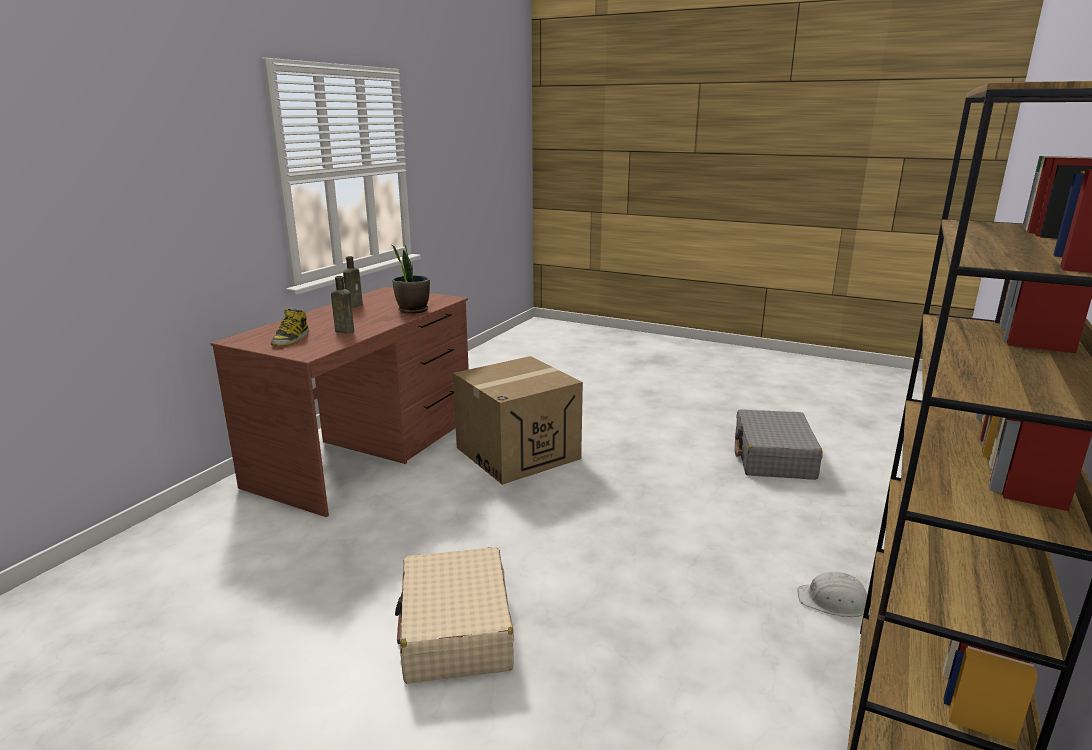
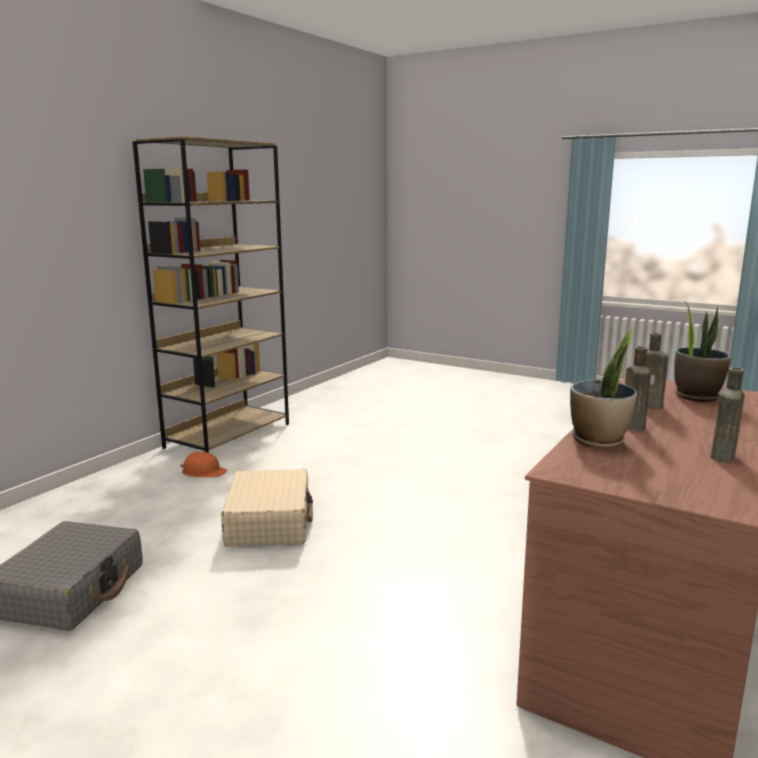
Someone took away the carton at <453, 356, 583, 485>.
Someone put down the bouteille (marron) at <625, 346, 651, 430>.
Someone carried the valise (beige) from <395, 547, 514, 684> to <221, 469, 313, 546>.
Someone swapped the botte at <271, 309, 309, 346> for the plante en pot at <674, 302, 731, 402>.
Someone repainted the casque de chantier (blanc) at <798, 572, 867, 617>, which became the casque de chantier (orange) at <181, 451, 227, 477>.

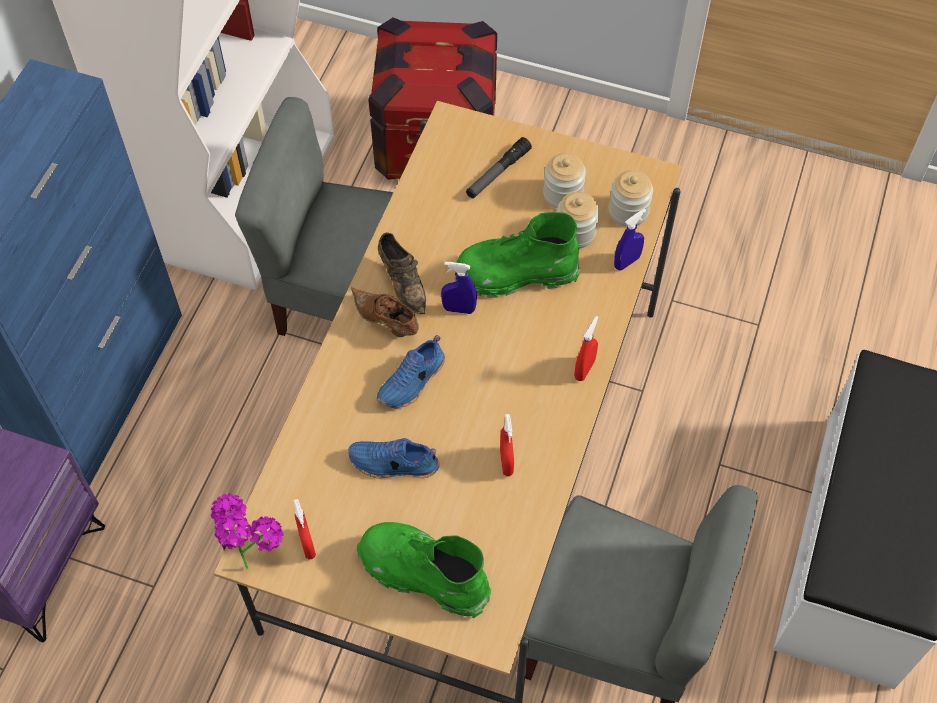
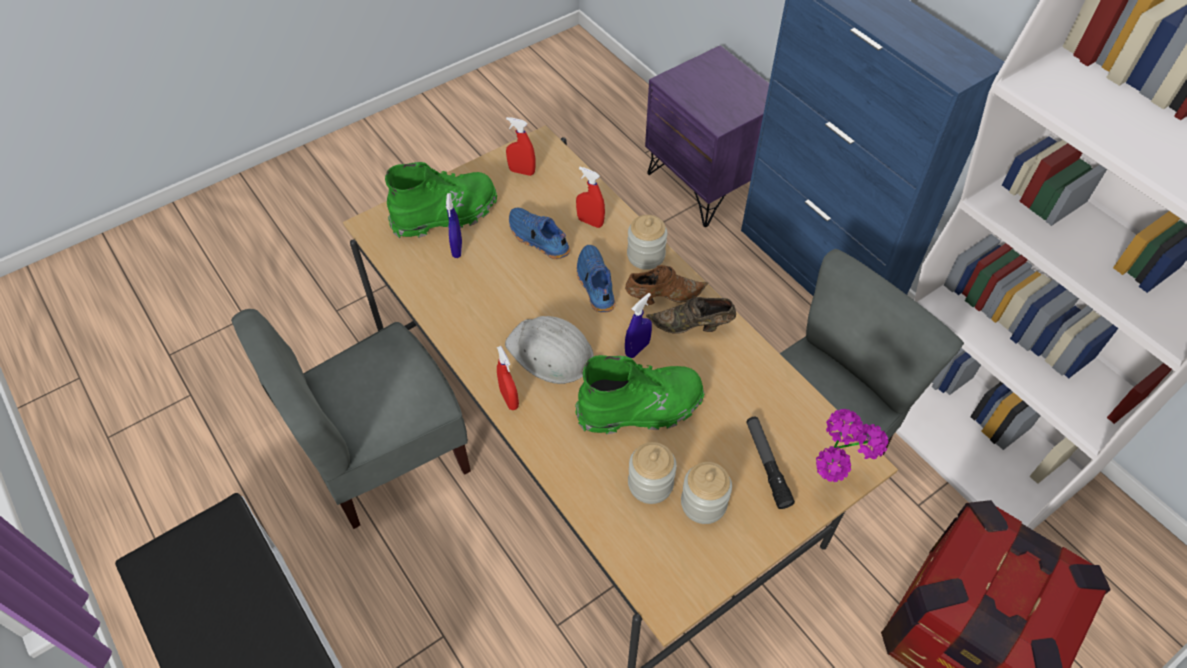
Someone put down the casque de chantier (blanc) at <505, 316, 594, 384>.
Someone carried the plante en pot from <211, 493, 284, 569> to <816, 409, 888, 482>.
Someone carried the vaporisateur (rouge) from <500, 414, 514, 476> to <576, 167, 605, 228>.
Someone carried the bocal from <609, 170, 653, 227> to <627, 215, 668, 270>.
Someone carried the vaporisateur (bleu) from <614, 209, 646, 270> to <446, 193, 462, 258>.
Someone rotated the chaussure (bleu) at <348, 438, 440, 478> by 90 degrees counterclockwise.
Someone rotated the botte (vert) at <455, 212, 580, 298> by 45 degrees clockwise.

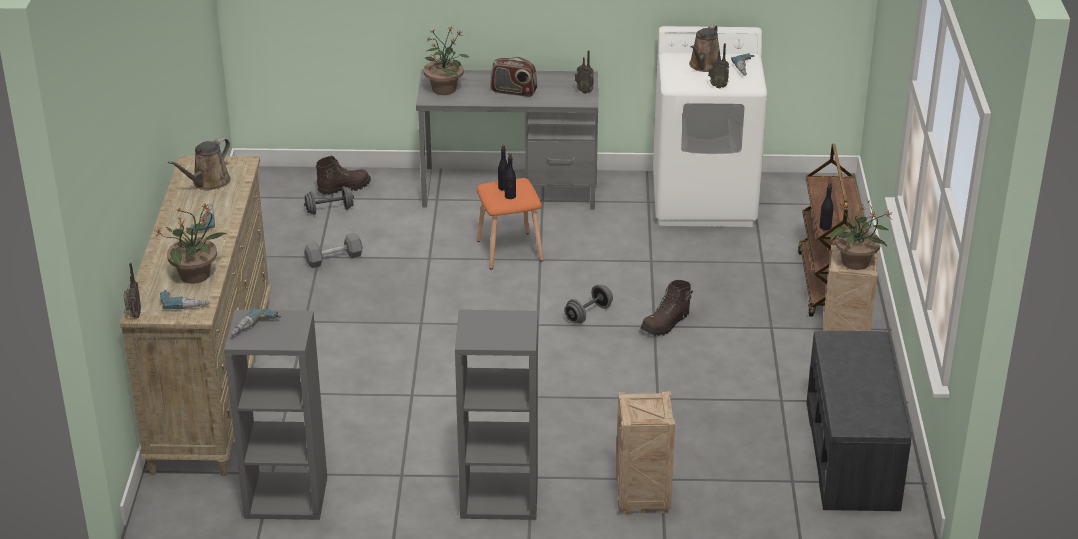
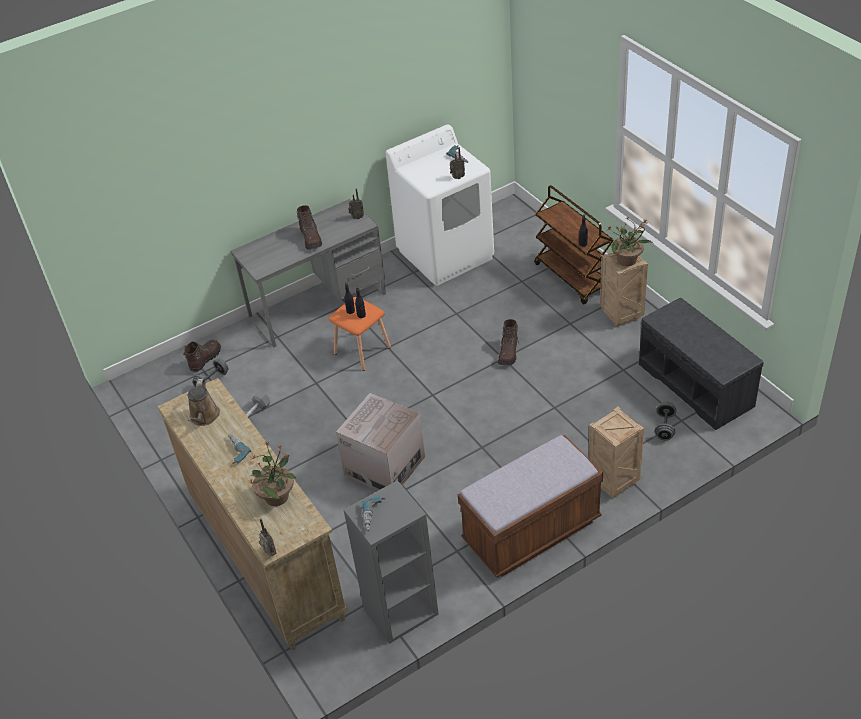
Someone took away the perceuse at <160, 290, 210, 309>.
Someone took away the plante en pot at <424, 25, 469, 95>.
Someone took away the arrosoir (marron) at <689, 25, 721, 72>.
Someone put down the carton at <336, 393, 425, 491>.
Someone carried the haltère (gris) from <564, 285, 613, 323> to <655, 401, 677, 440>.
Someone swapped the bibliothèque (gris) at <455, 310, 538, 520> for the banc (marron) at <458, 435, 603, 578>.
Someone swapped the radio at <491, 57, 537, 97> for the botte (marron) at <297, 205, 322, 250>.

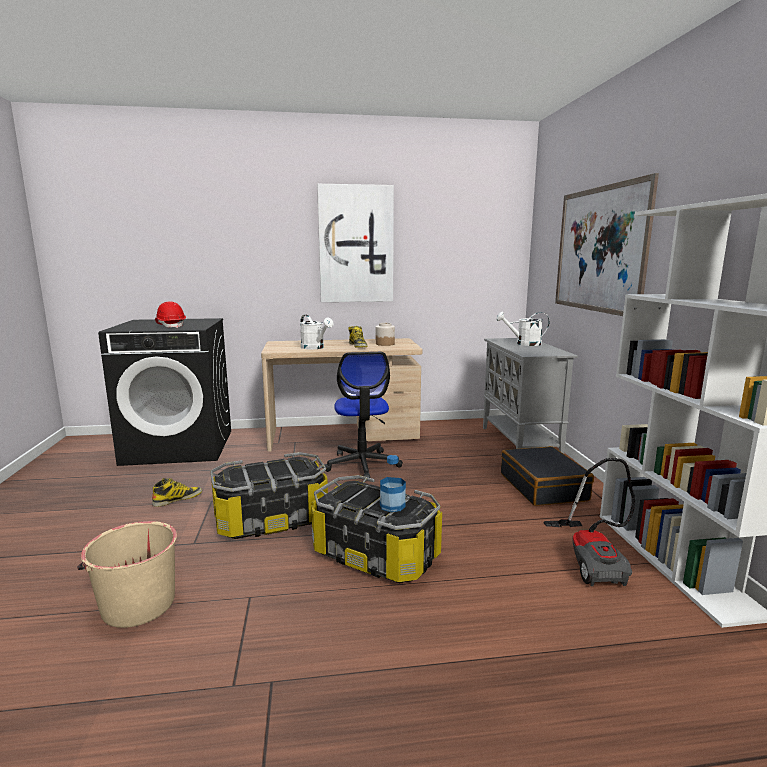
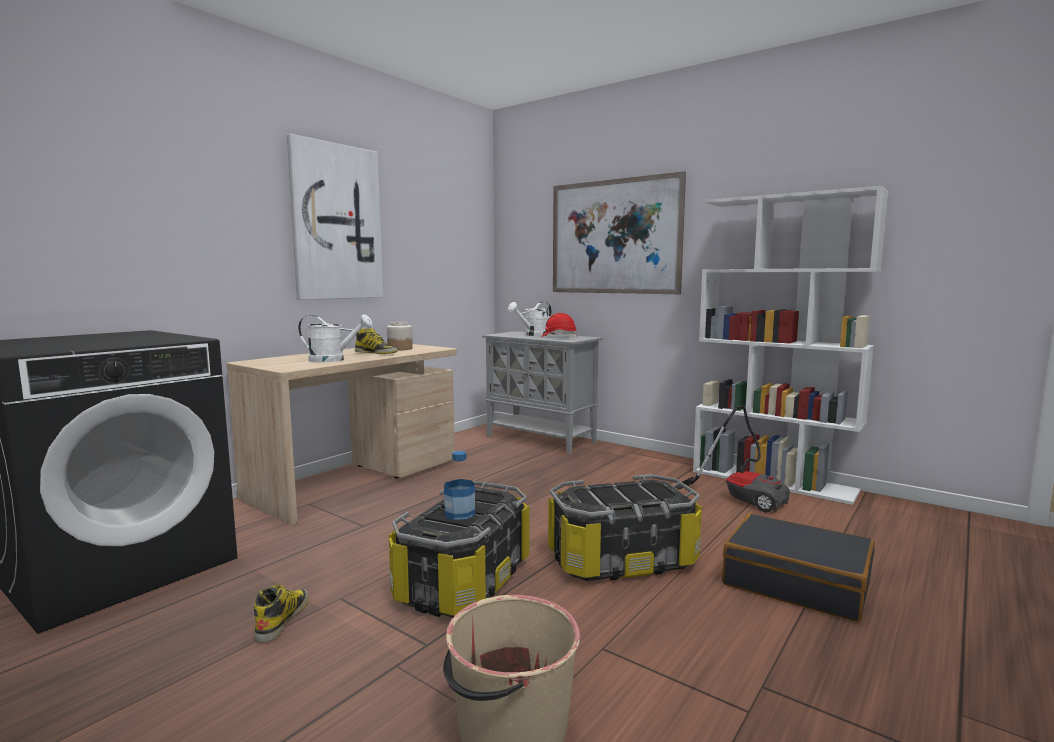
Someone took away the chaise de bureau at <325, 352, 403, 478>.
Someone carried the casque de chantier (rouge) from <155, 301, 186, 328> to <541, 313, 577, 337>.
Someone carried the bouteille from <380, 455, 406, 512> to <444, 451, 475, 521>.
Someone carried the valise (noir) from <501, 446, 594, 506> to <722, 513, 875, 622>.

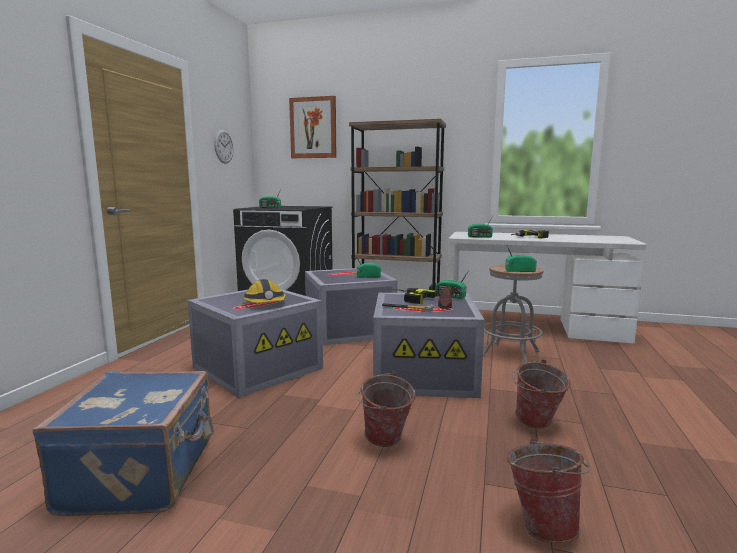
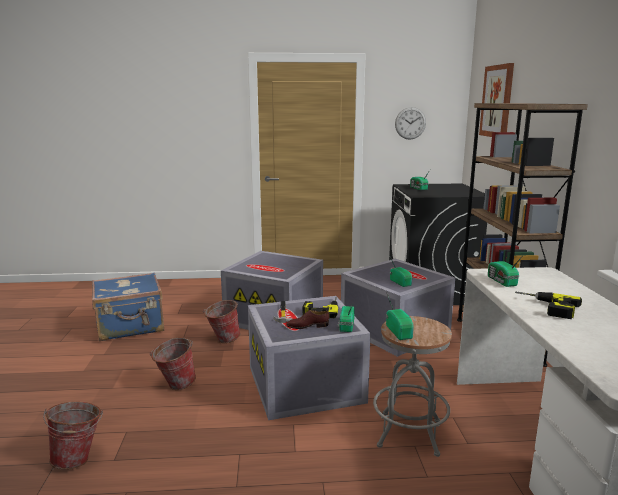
Someone took away the casque de chantier at <242, 279, 286, 303>.
Someone carried the seau from <512, 359, 571, 429> to <203, 300, 240, 343>.

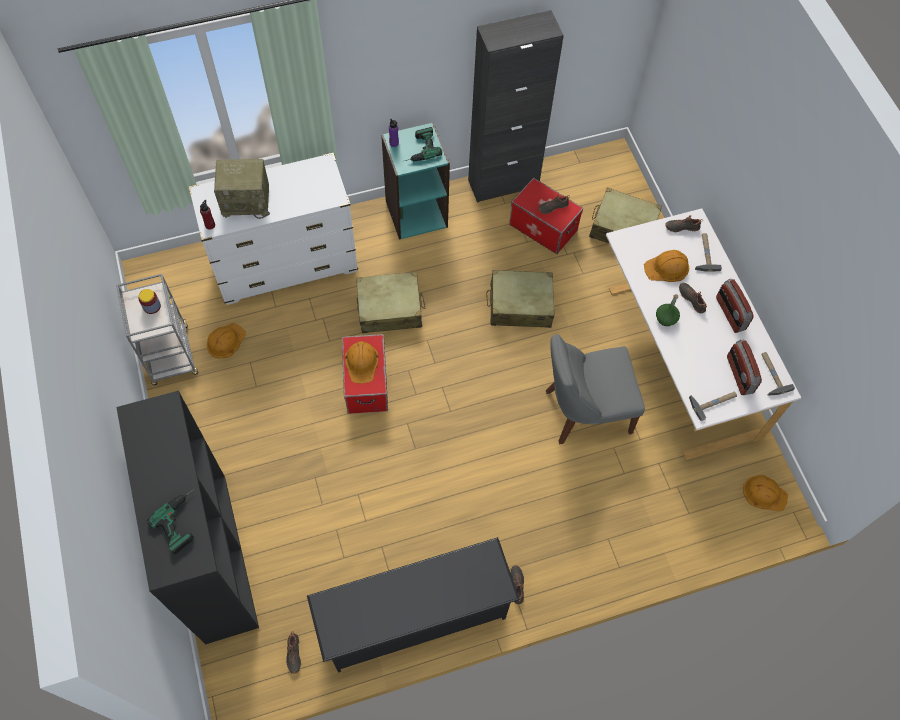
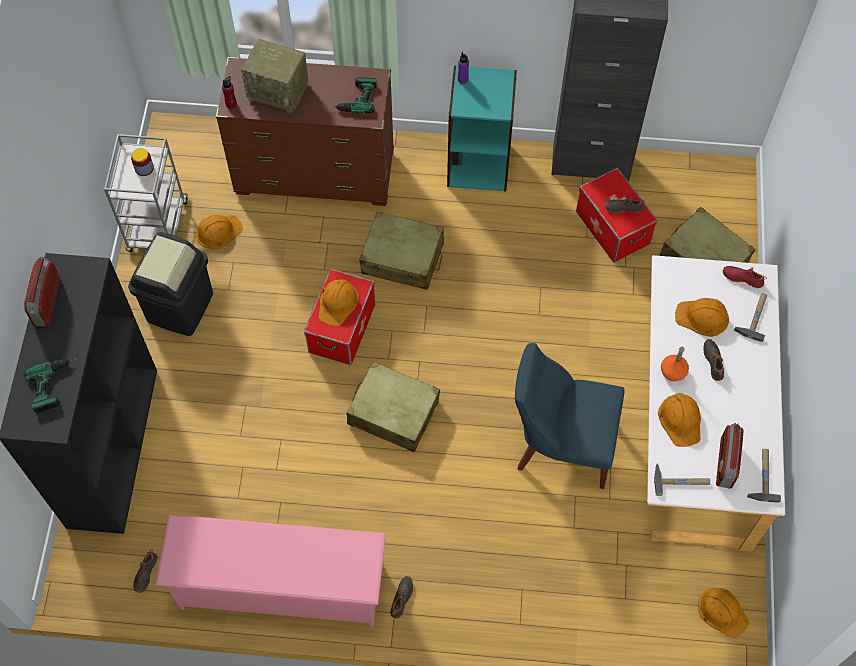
Someone put down the poubelle (noir) at <128, 232, 213, 336>.
Someone put down the casque de chantier (orange) at <658, 394, 701, 447>.
Someone carried the perceuse from <405, 127, 442, 161> to <327, 77, 377, 114>.
Someone carried the valise (beige) from <486, 270, 554, 328> to <346, 361, 440, 452>.
Someone carried the radio from <716, 279, 754, 333> to <24, 257, 60, 327>.
Someone repainted the commode (blanc) at <188, 153, 358, 305>, which became the commode (marron) at <216, 57, 394, 206>.
Someone repainted the étagère à chaussures (noir) at <307, 537, 520, 673>, which became the étagère à chaussures (rose) at <155, 514, 386, 627>.
Someone repainted the chaise (gris) at <546, 334, 645, 444>, which became the chaise (bleu) at <515, 343, 625, 489>.
Someone repainted the bouteille (vert) at <656, 294, 680, 326>, which became the bouteille (orange) at <661, 347, 689, 381>.
Someone repainted the chaussure (noir) at <665, 215, 703, 232>, which became the chaussure (rouge) at <723, 266, 767, 289>.

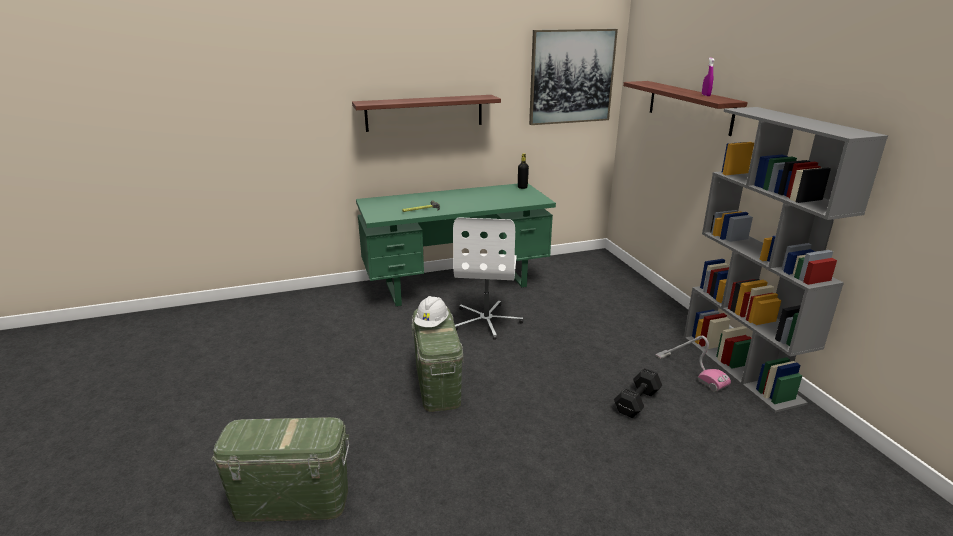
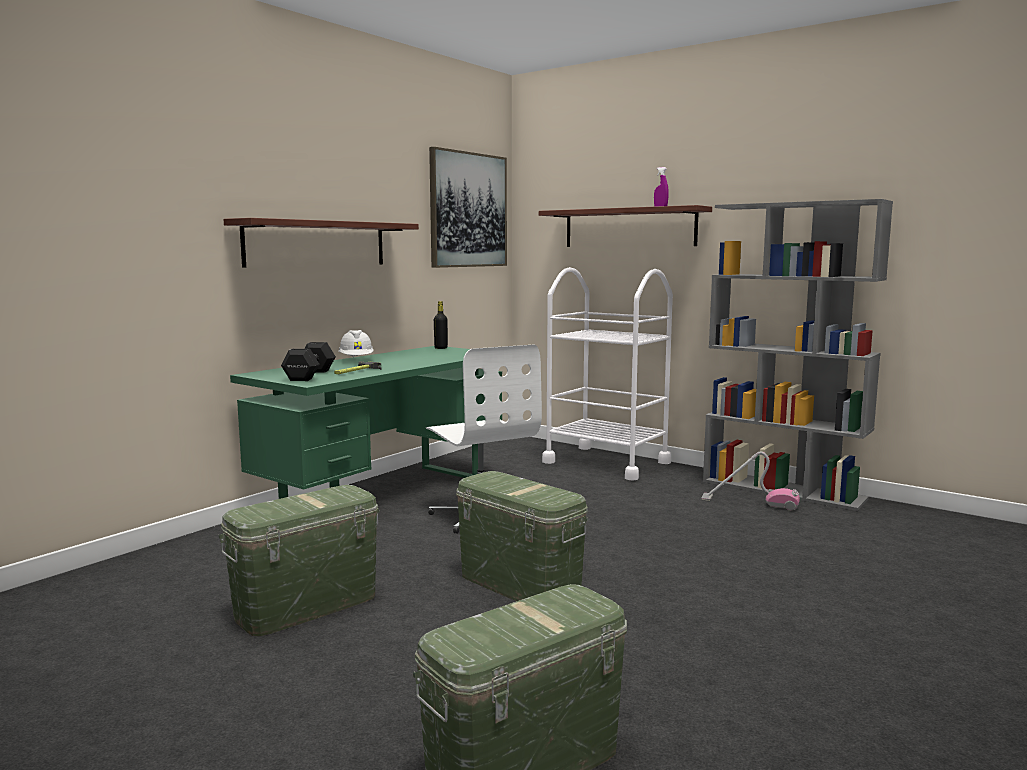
Someone put down the boîte de rangement (vert) at <218, 485, 380, 636>.
Someone put down the chariot (blanc) at <542, 267, 673, 481>.
Someone carried the casque de chantier (blanc) from <414, 296, 449, 327> to <338, 330, 374, 358>.
Someone carried the haltère (noir) from <614, 368, 662, 418> to <281, 342, 336, 381>.

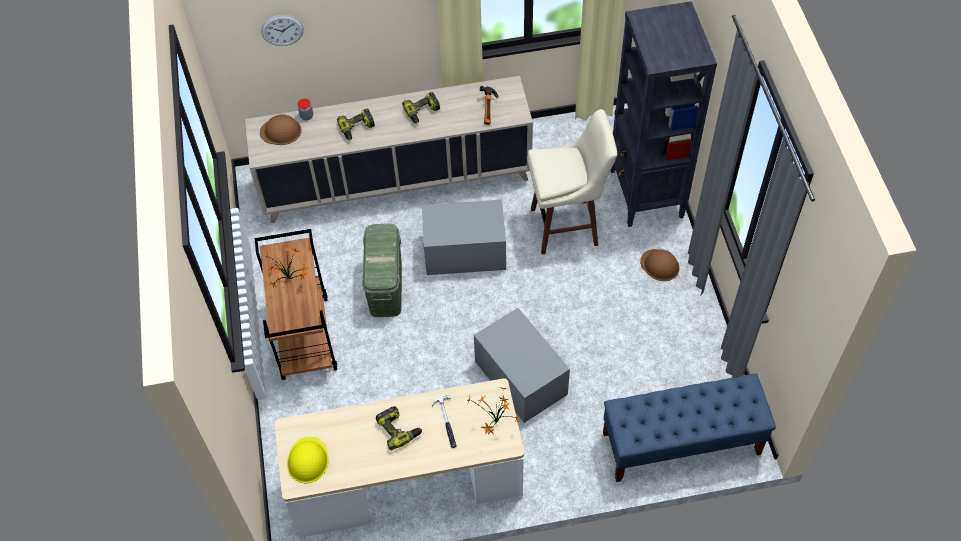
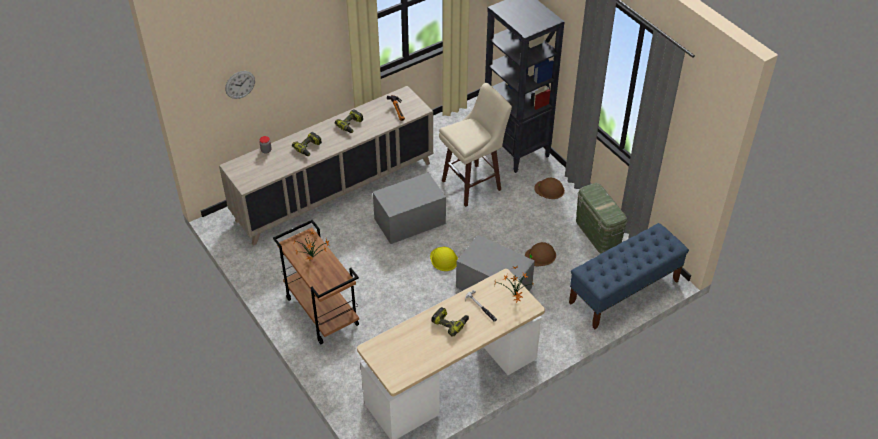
Someone carried the casque de chantier (marron) from <260, 114, 302, 145> to <525, 242, 556, 266>.
Someone carried the casque de chantier (jaune) from <287, 437, 329, 483> to <430, 247, 458, 271>.
Someone carried the boîte de rangement (vert) from <362, 224, 402, 317> to <576, 183, 628, 254>.

